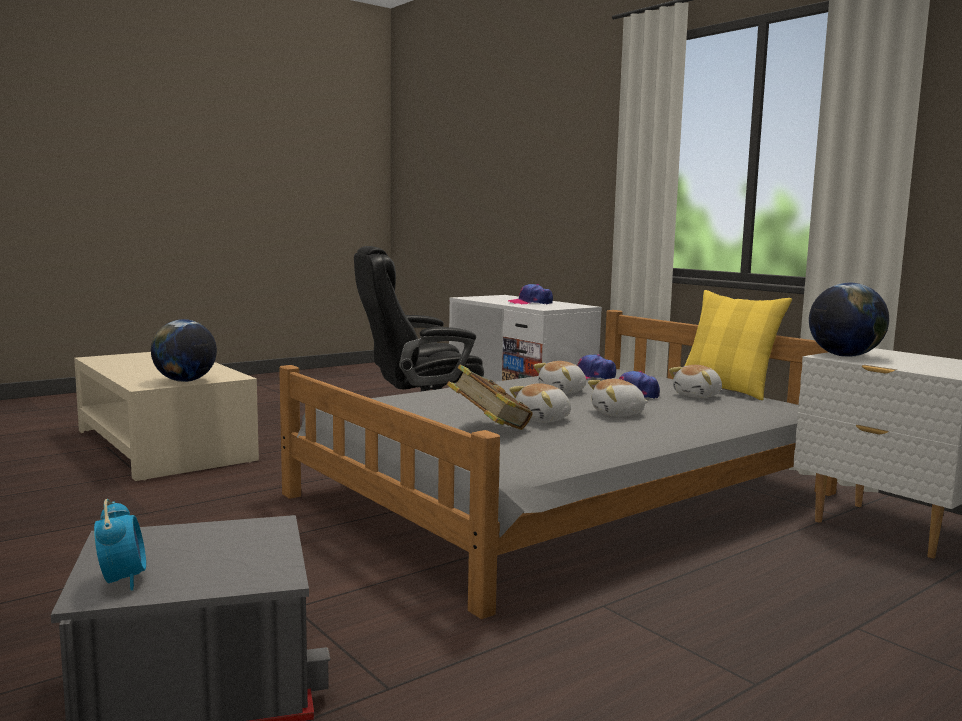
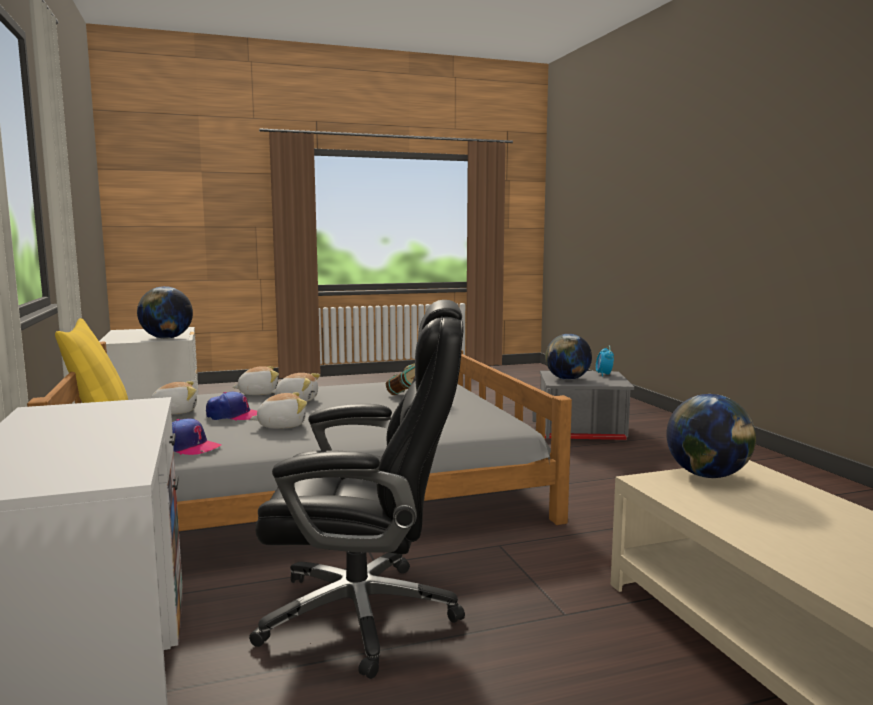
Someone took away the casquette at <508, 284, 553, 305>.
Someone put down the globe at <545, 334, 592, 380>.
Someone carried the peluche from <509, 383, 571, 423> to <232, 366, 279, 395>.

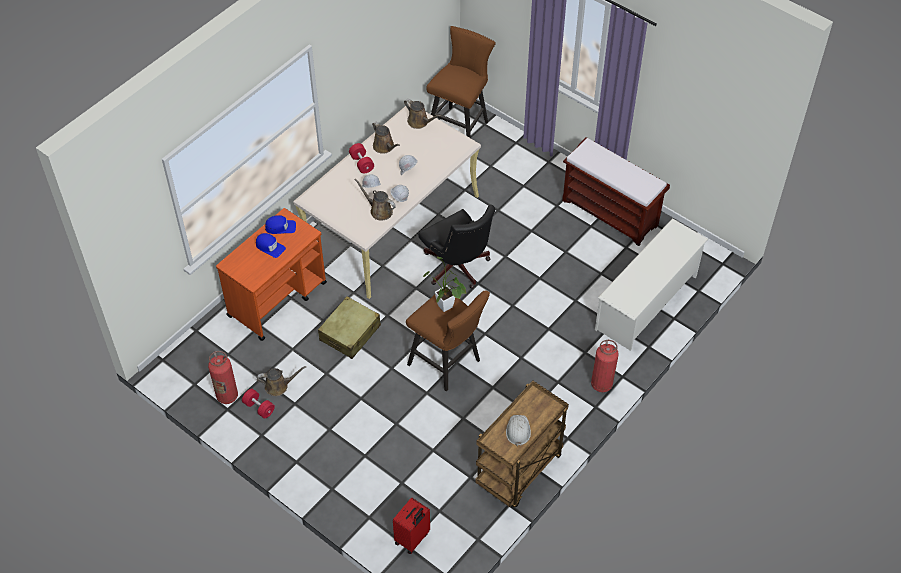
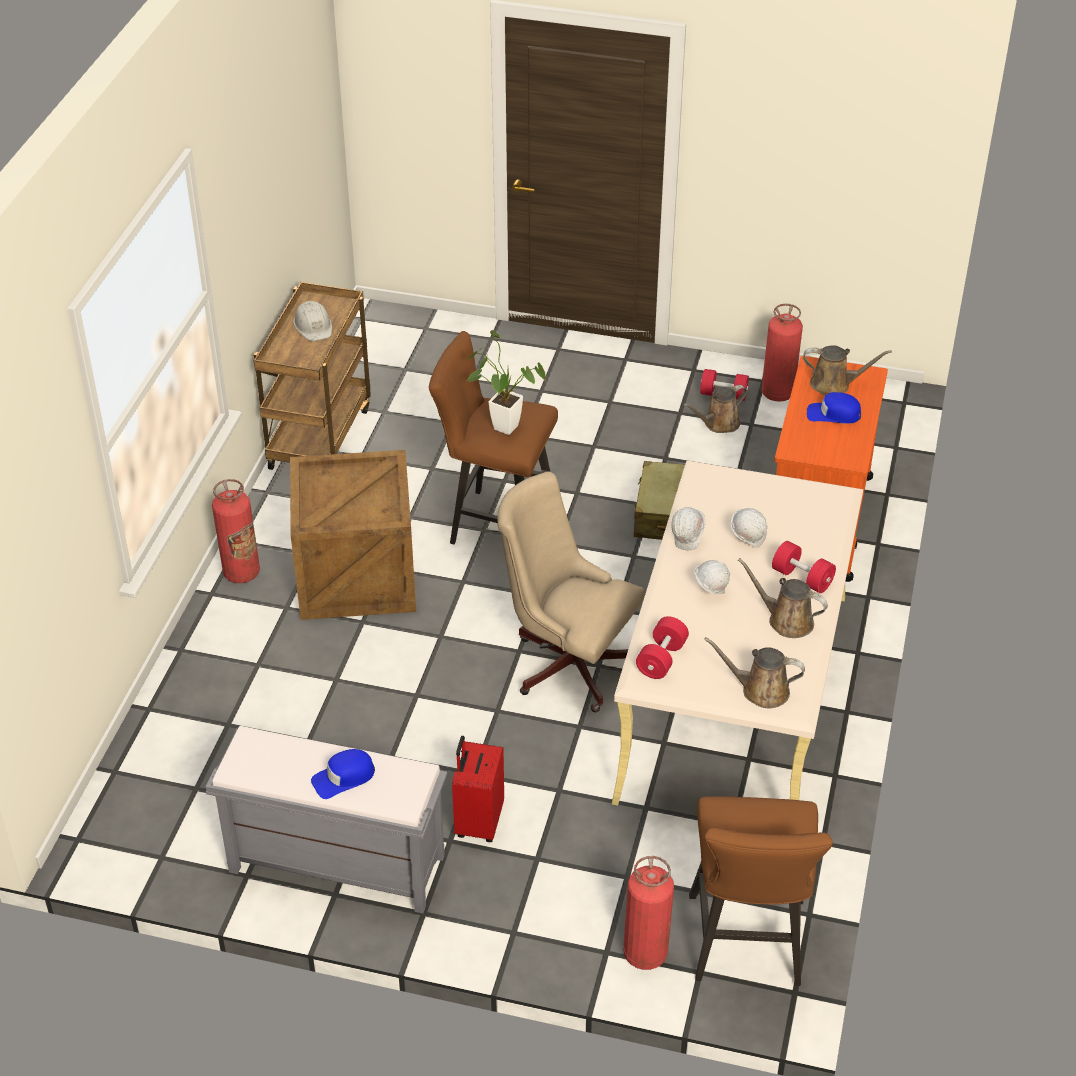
Someone took away the étagère à chaussures (blanc) at <595, 218, 708, 351>.
Someone put down the caisse at <290, 450, 416, 620>.
Someone put down the extincteur at <623, 856, 674, 970>.
Someone put down the haltère (rouge) at <636, 616, 689, 679>.
Someone carried the casquette (bleu) from <265, 216, 296, 234> to <311, 749, 375, 799>.
Someone carried the arrosoir (marron) from <354, 179, 396, 221> to <803, 345, 892, 395>.
Someone carried the valise (rouge) from <393, 498, 430, 554> to <452, 736, 504, 842>.
Someone repainted the chaise de bureau (noir) at <418, 205, 495, 289>, which became the chaise de bureau (beige) at <497, 472, 645, 712>.
Someone repainted the banc (marron) at <562, 137, 670, 246>, which became the banc (gris) at <206, 726, 447, 914>.

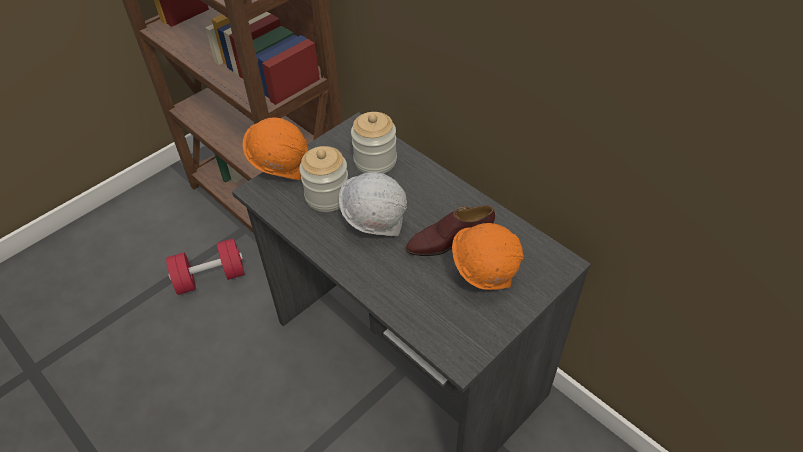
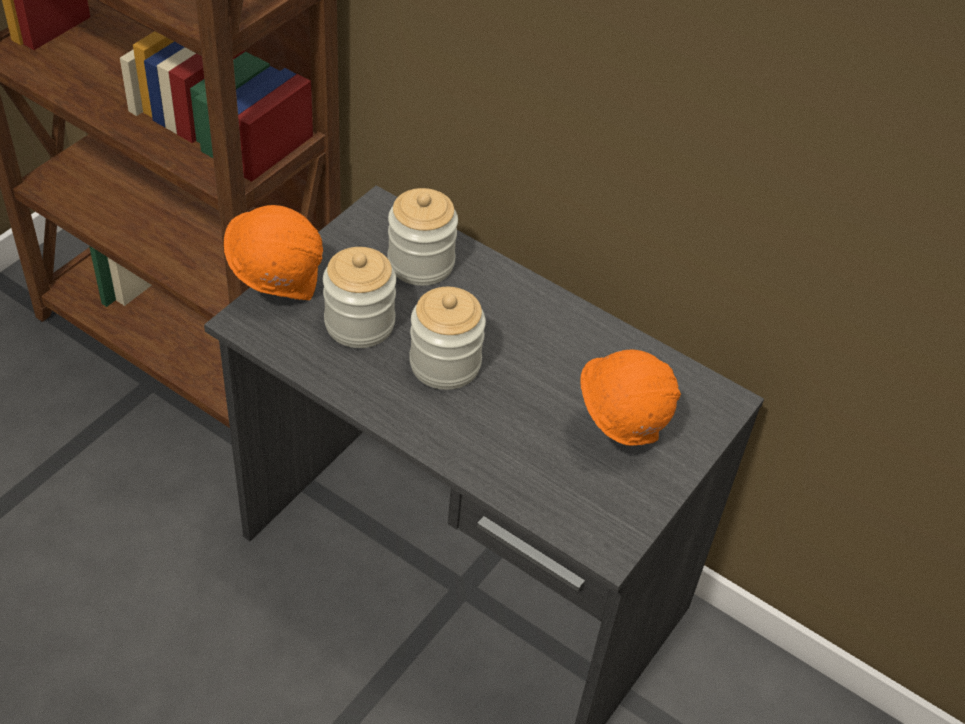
Someone took away the haltère (rouge) at <166, 238, 245, 295>.
Someone took away the chaussure (marron) at <406, 206, 495, 256>.
Someone swapped the casque de chantier (blanc) at <339, 172, 407, 236> for the bocal at <409, 287, 486, 390>.

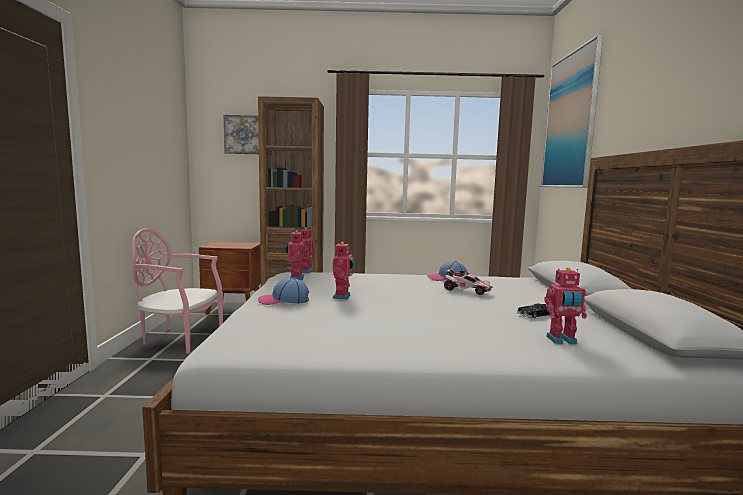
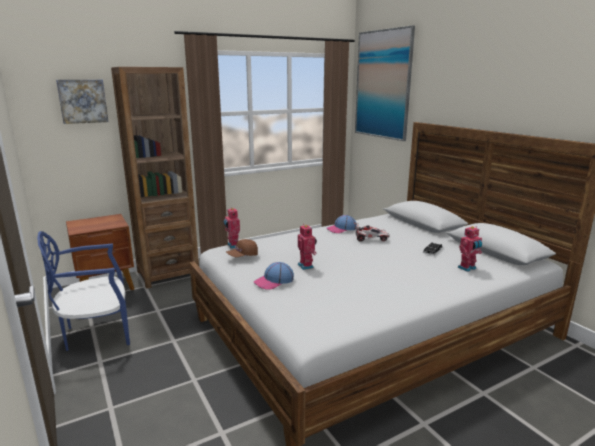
Someone swapped the robot jouet at <285, 230, 305, 280> for the casquette (marron) at <226, 239, 258, 257>.
Someone repainted the chaise (rose) at <132, 229, 223, 354>, which became the chaise (bleu) at <37, 231, 130, 351>.

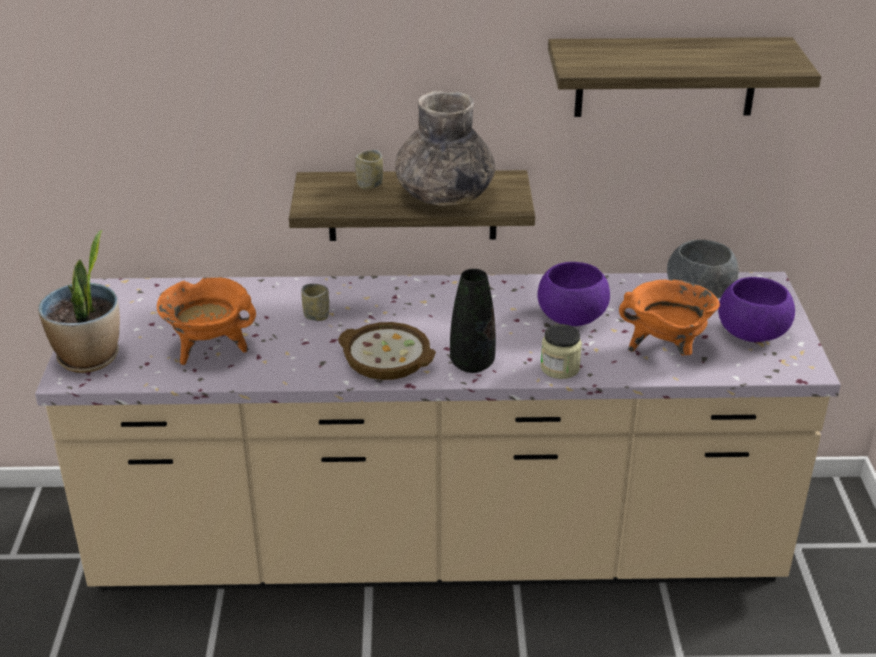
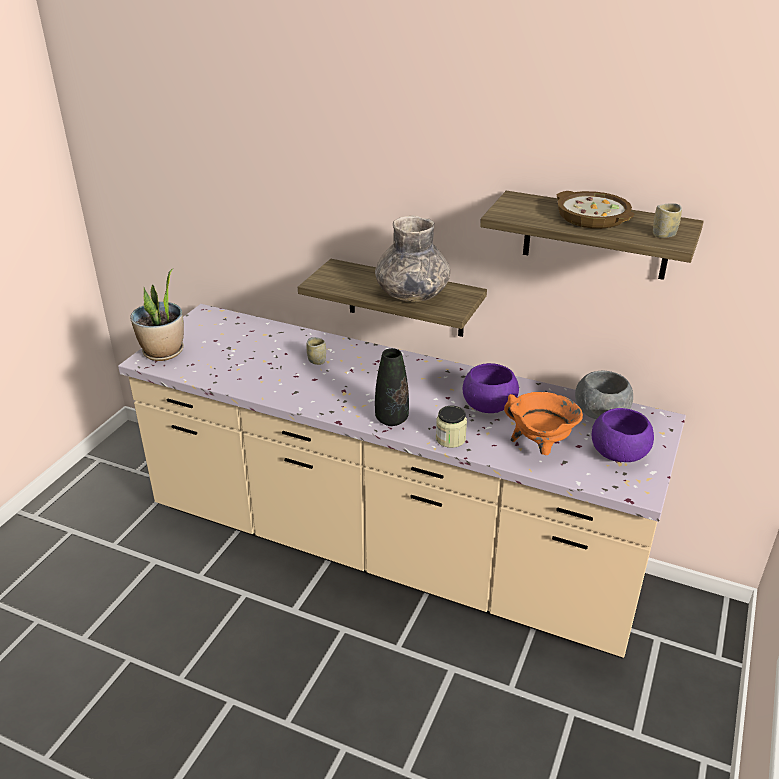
Someone took away the marmite (orange) at <157, 277, 256, 365>.
Someone carried the bol from <338, 322, 436, 380> to <557, 191, 634, 229>.
Someone carried the tasse from <355, 150, 383, 189> to <653, 203, 682, 238>.

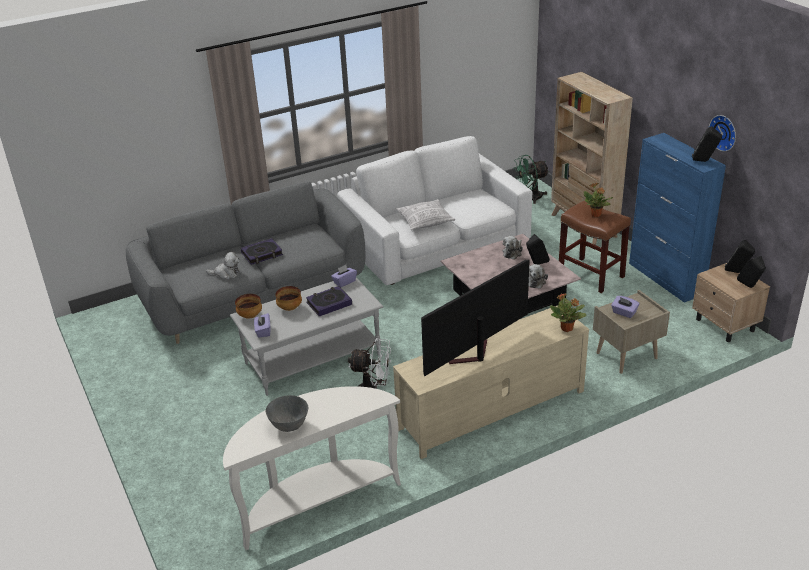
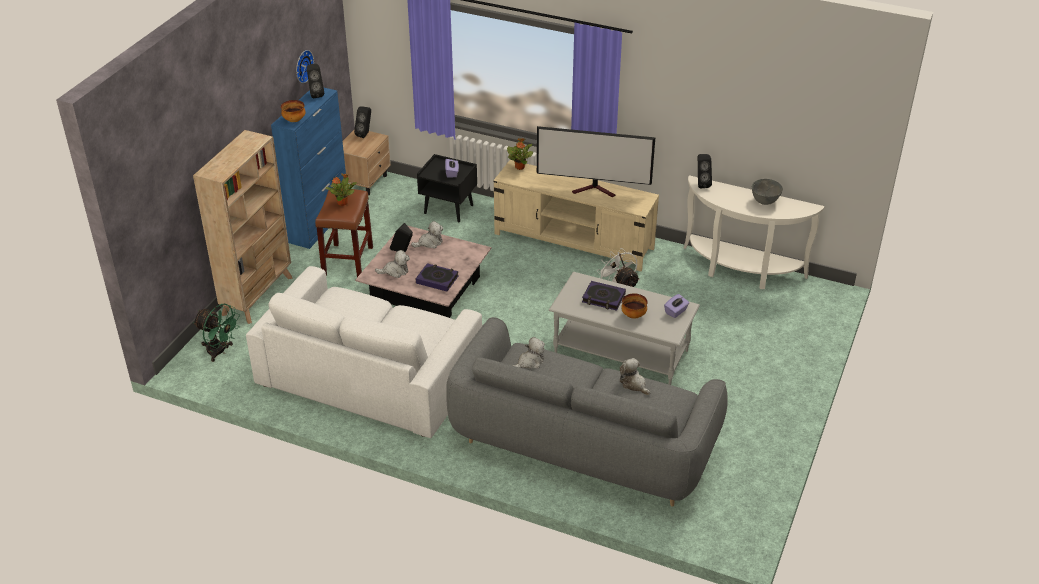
Someone took away the boîte à mouchoirs (violet) at <331, 265, 357, 287>.
Someone took away the coussin at <396, 199, 455, 230>.
Someone put down the peluche at <512, 337, 545, 369>.
Someone carried the bol from <235, 294, 262, 319> to <281, 100, 305, 122>.
Someone carried the livre from <241, 238, 283, 265> to <416, 263, 459, 292>.
Someone carried the enceinte (noir) from <725, 240, 755, 273> to <698, 154, 712, 189>.
Someone repainted the table de chevet (beige) at <593, 290, 670, 374>, which became the table de chevet (noir) at <417, 154, 477, 223>.

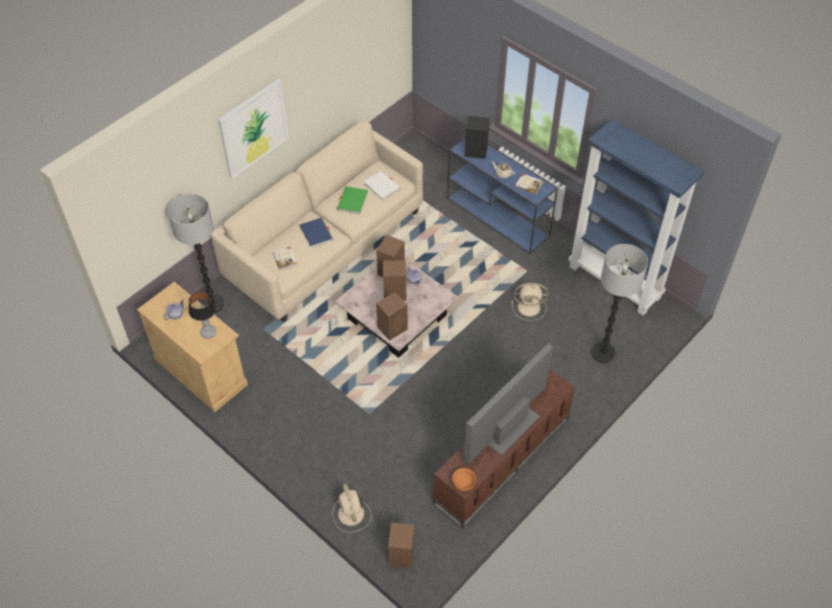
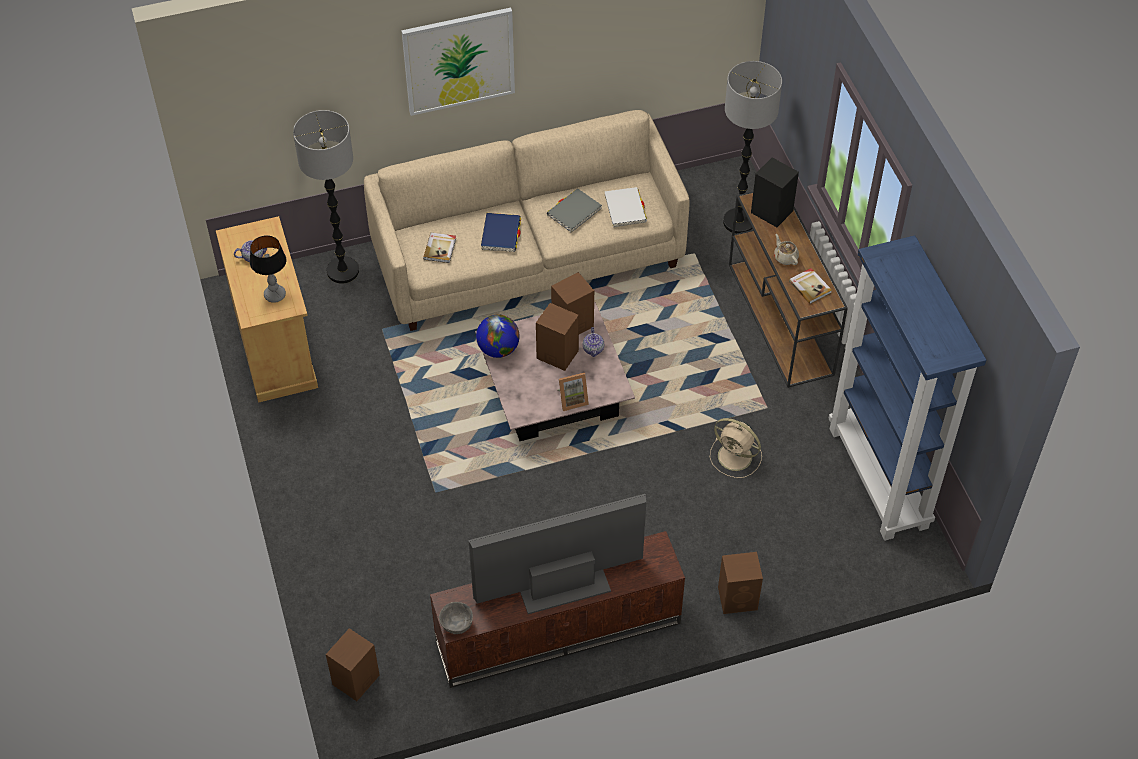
Someone took away the ventilateur (beige) at <333, 483, 371, 532>.
Someone put down the globe at <476, 314, 520, 358>.
Someone put down the cadre photo at <557, 372, 589, 411>.
Someone carried the enceinte (marron) from <376, 292, 408, 341> to <718, 552, 763, 614>.
Someone carried the lampadaire from <591, 244, 648, 363> to <723, 61, 782, 234>.
Someone repainted the livre (vert) at <337, 186, 368, 215>, which became the livre (gris) at <547, 188, 602, 232>.
Someone repainted the table console (bleu) at <447, 138, 558, 254>, which became the table console (marron) at <729, 192, 848, 388>.
Someone repainted the bol (orange) at <452, 468, 476, 491>, which became the bol (gris) at <439, 602, 473, 634>.

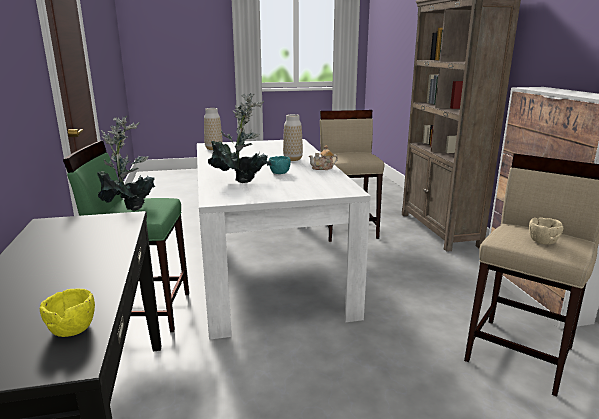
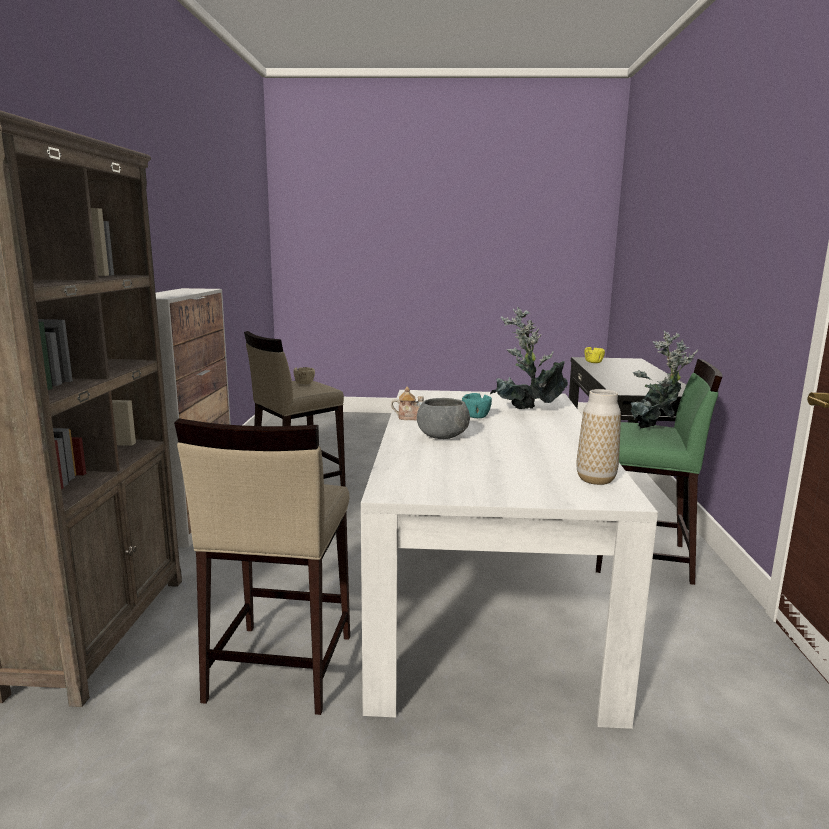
Someone swapped the vase at <283, 114, 303, 161> for the bol (gris) at <417, 398, 470, 439>.

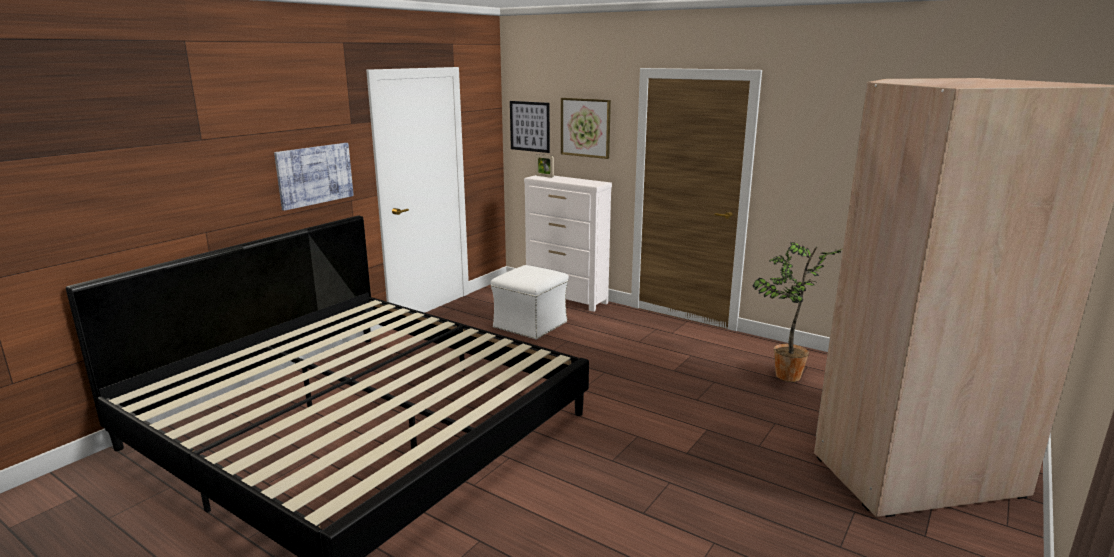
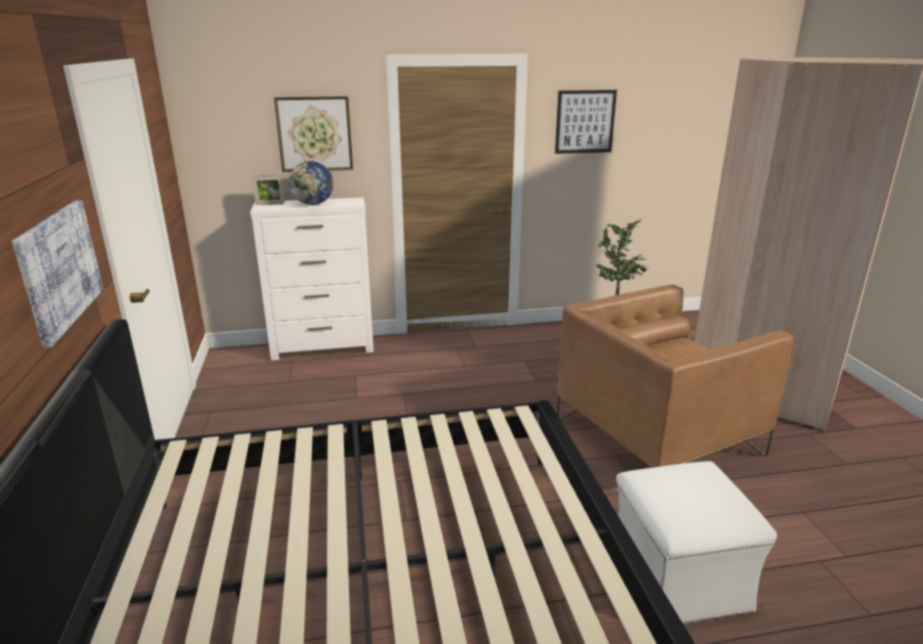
Someone put down the globe at <289, 161, 334, 205>.
Someone put down the fauteuil (marron) at <557, 285, 795, 468>.
Someone carried the pouf (blanc) from <491, 265, 569, 340> to <616, 461, 777, 624>.
Someone carried the tableau from <510, 101, 550, 153> to <555, 90, 617, 154>.

